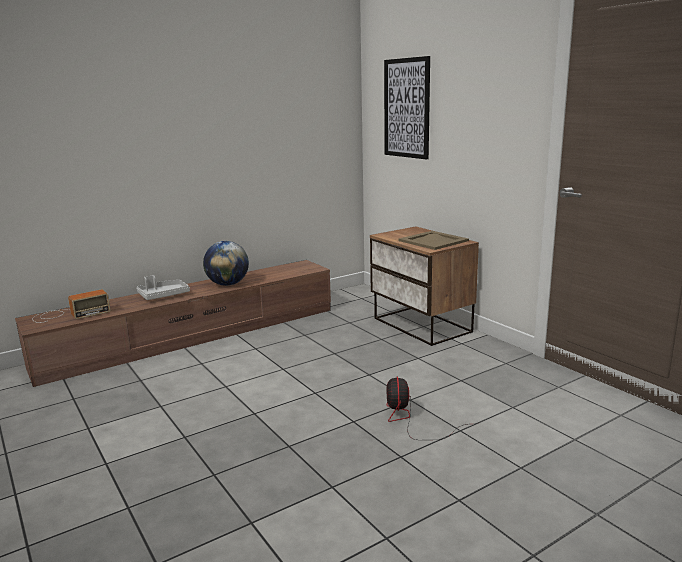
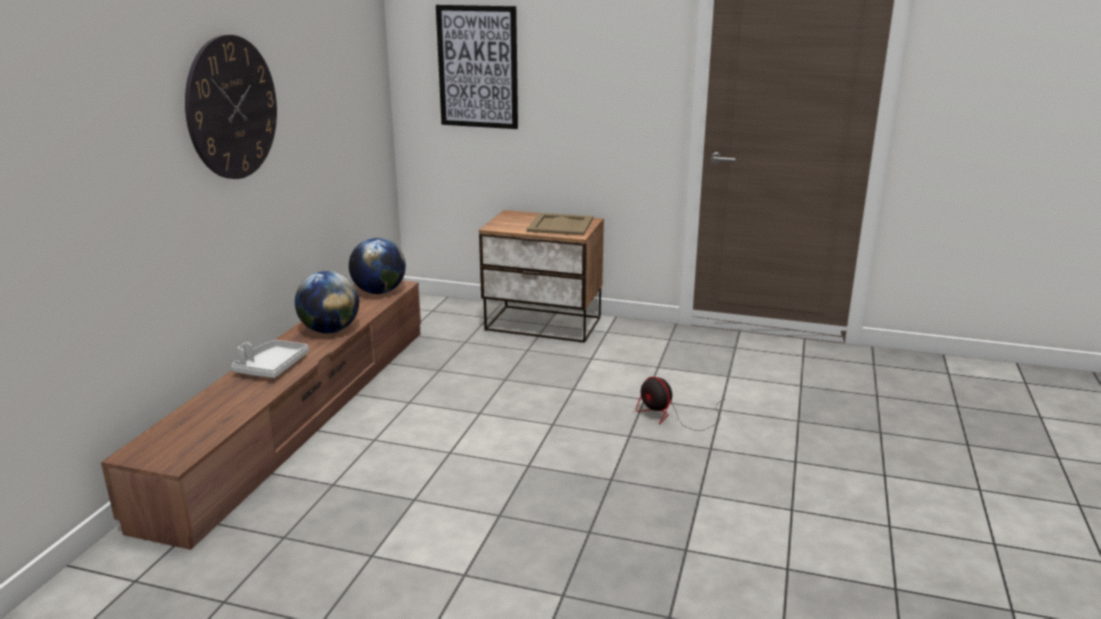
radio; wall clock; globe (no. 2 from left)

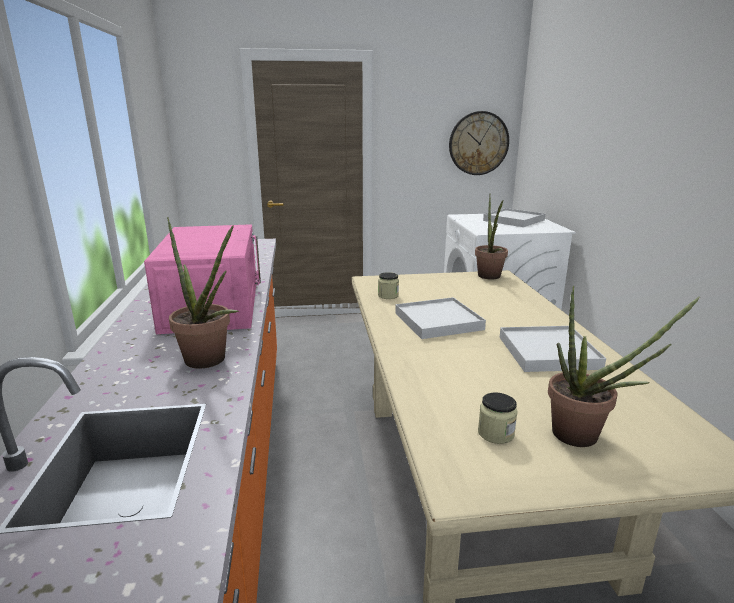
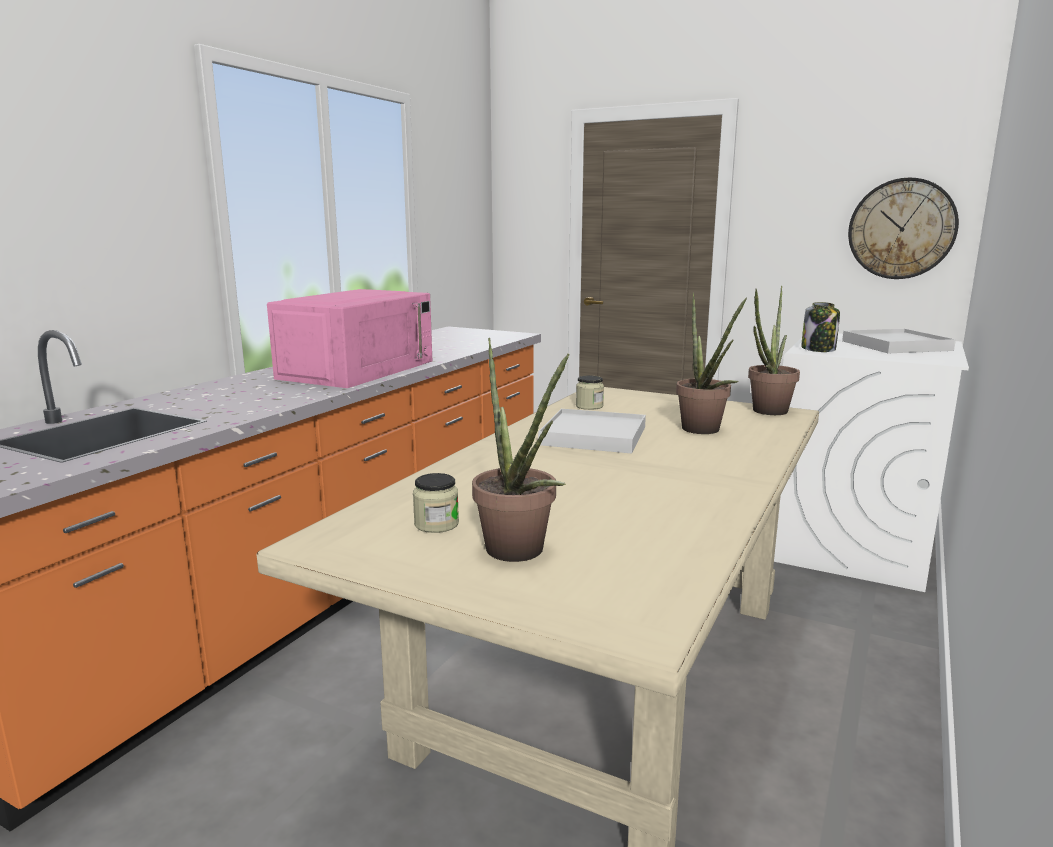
potted plant (no. 2 from left); white tray (no. 3 from left in the first image); jar (no. 3 from left)

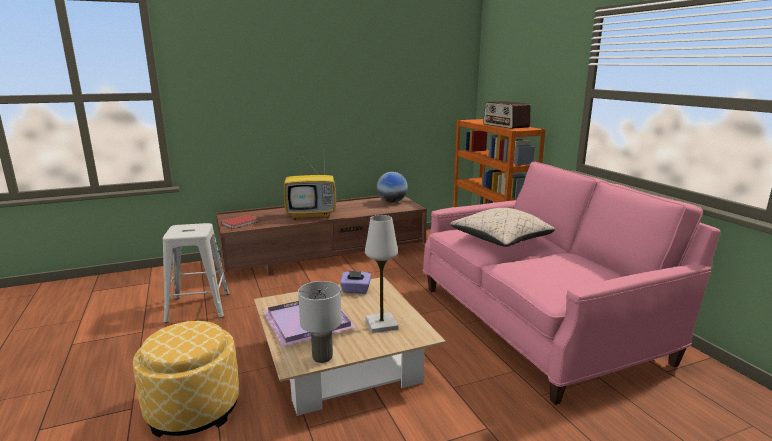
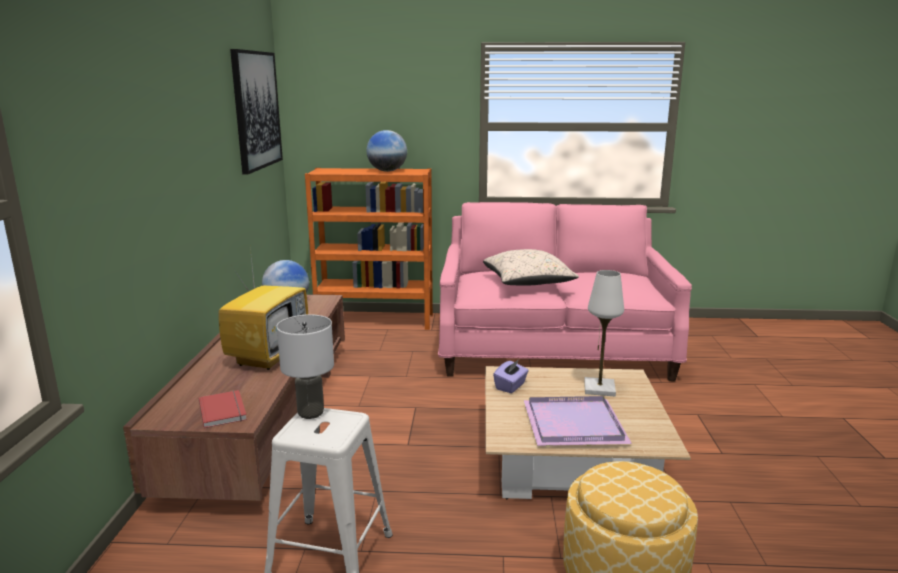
white table lamp (no. 1 from left); globe (no. 2 from left); picture

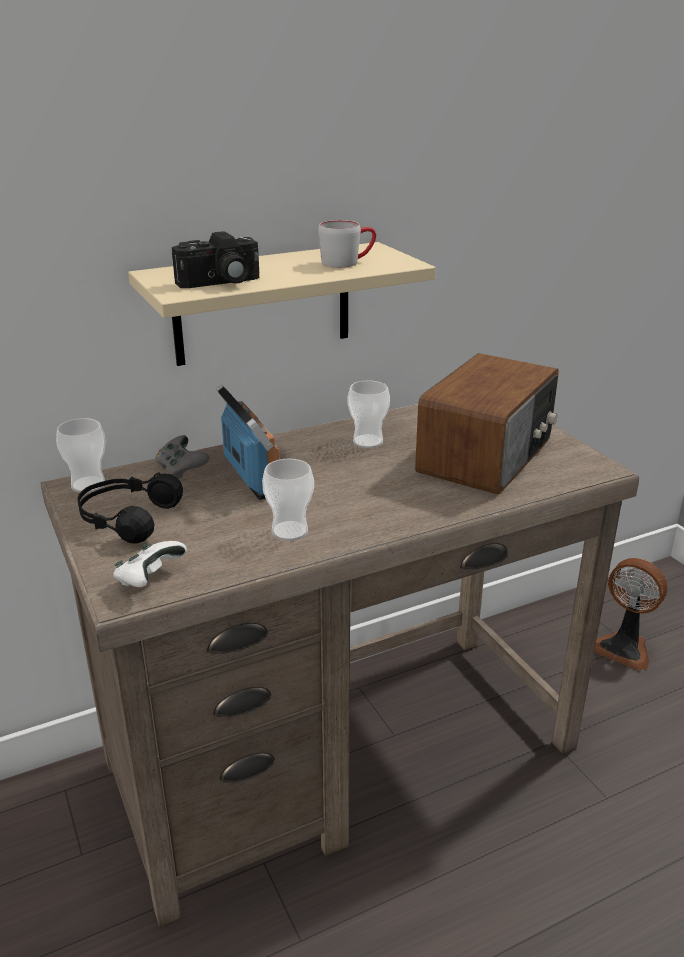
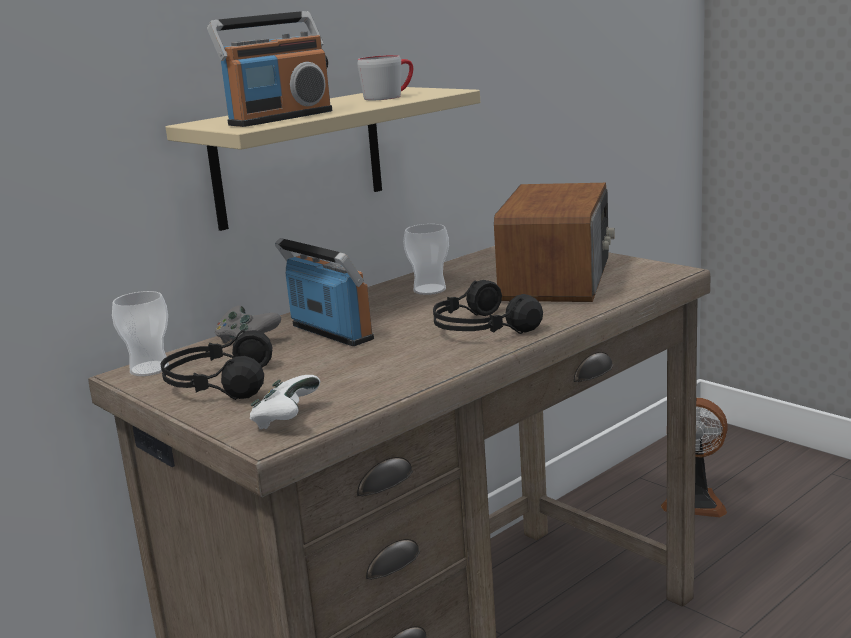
radio (no. 1 from left); cup (no. 2 from left in the first image); black headphones (no. 2 from left)

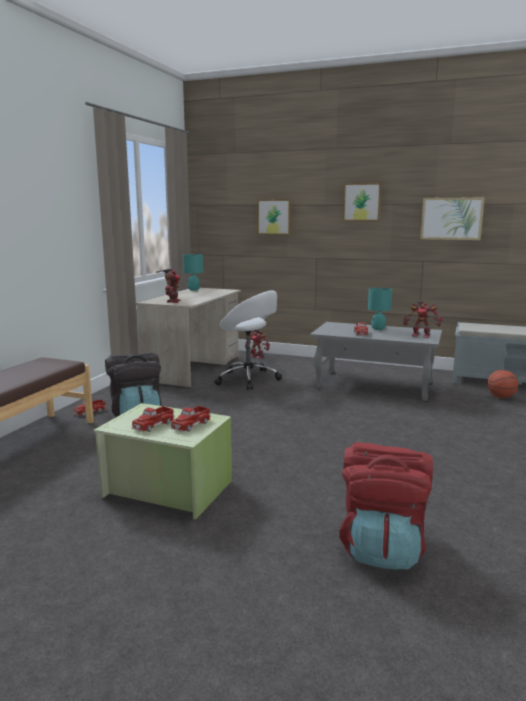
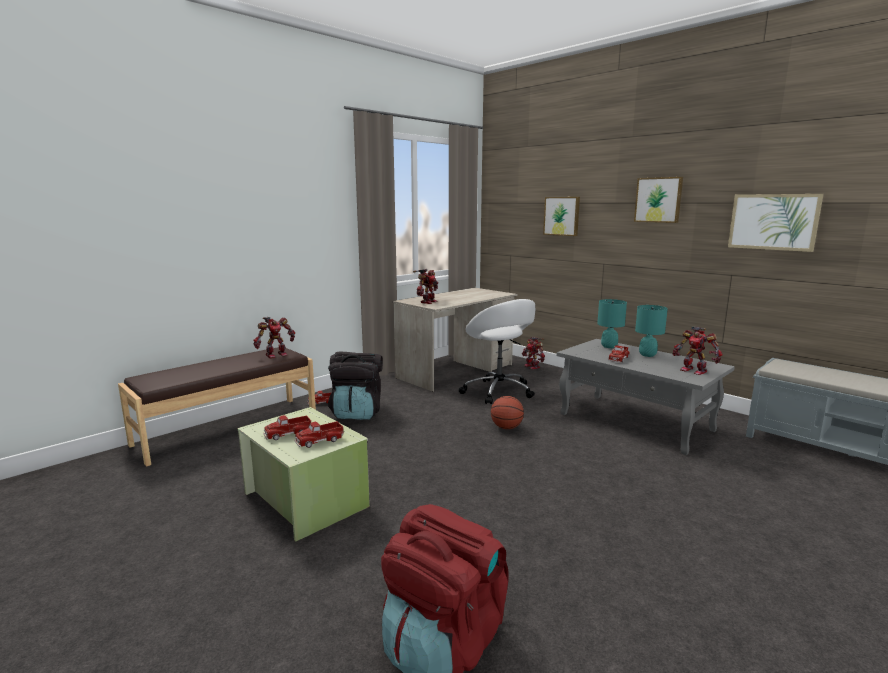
turquoise table lamp (no. 1 from left); basketball; toy robot (no. 1 from left)

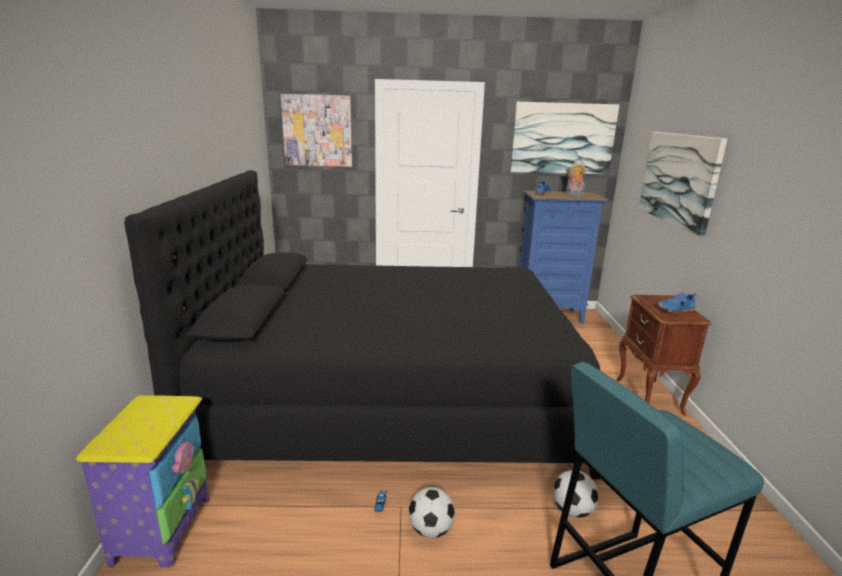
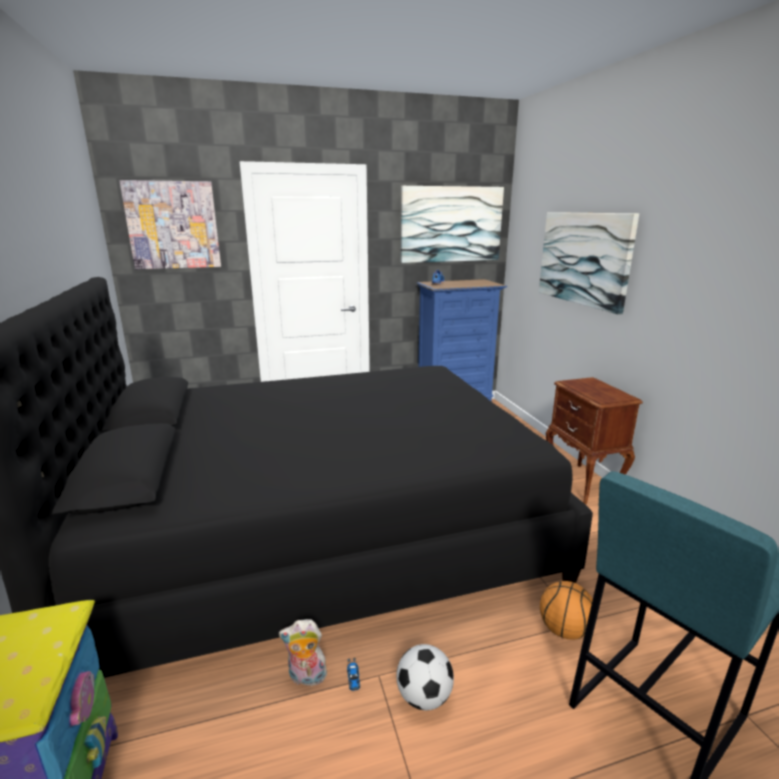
basketball; plush toy; blue shoe (no. 2 from left in the first image)

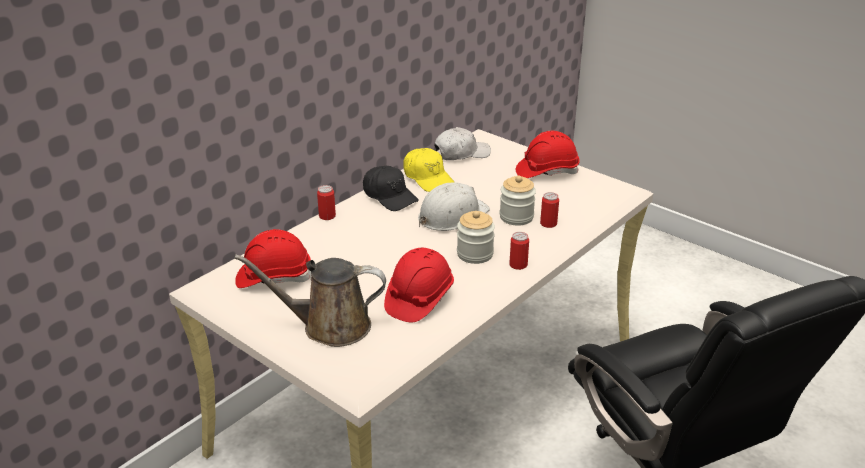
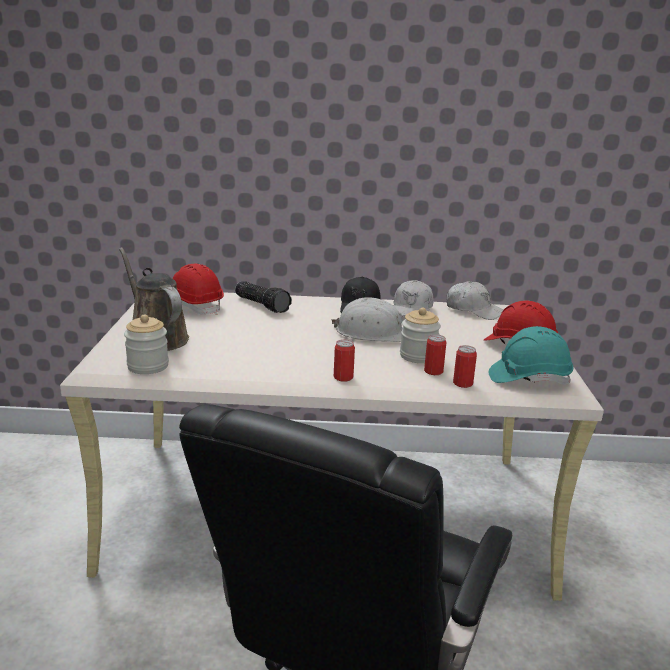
can (no. 3 from left); red hard hat (no. 2 from left in the first image); white cap (no. 1 from left); jar (no. 1 from left); flashlight; turquoise hard hat

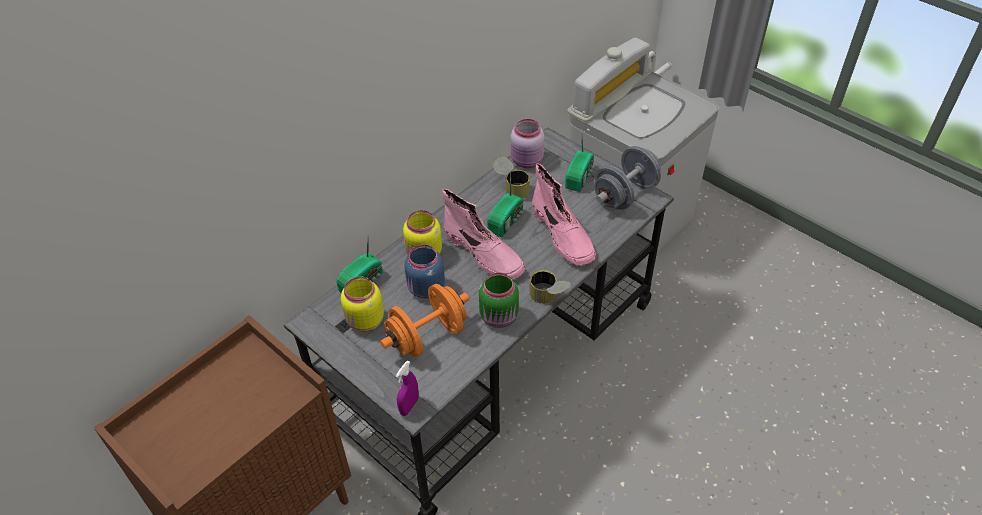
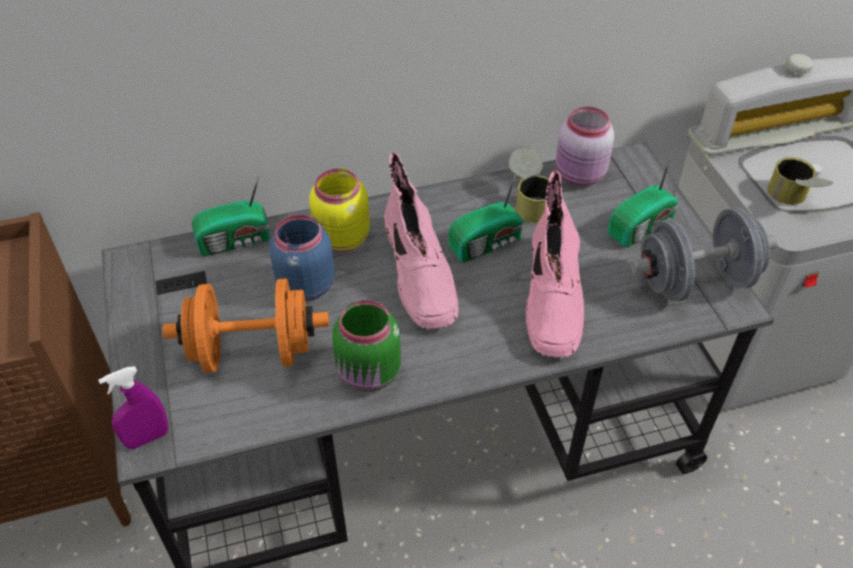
yellow jar (no. 1 from left in the first image); can (no. 2 from left)

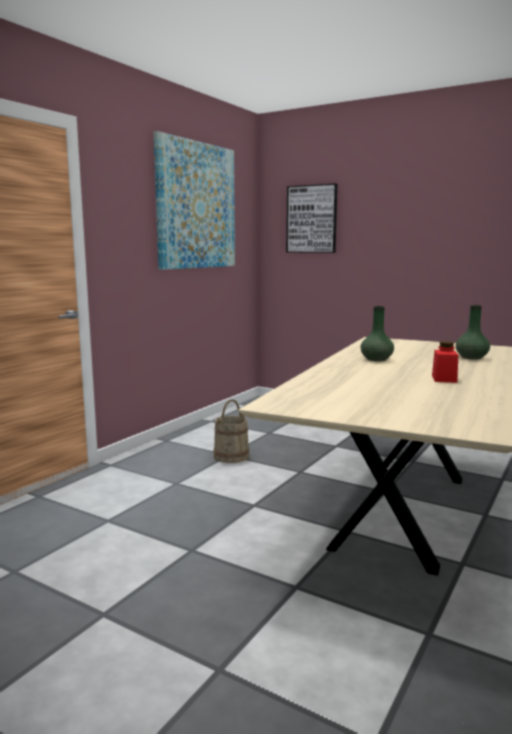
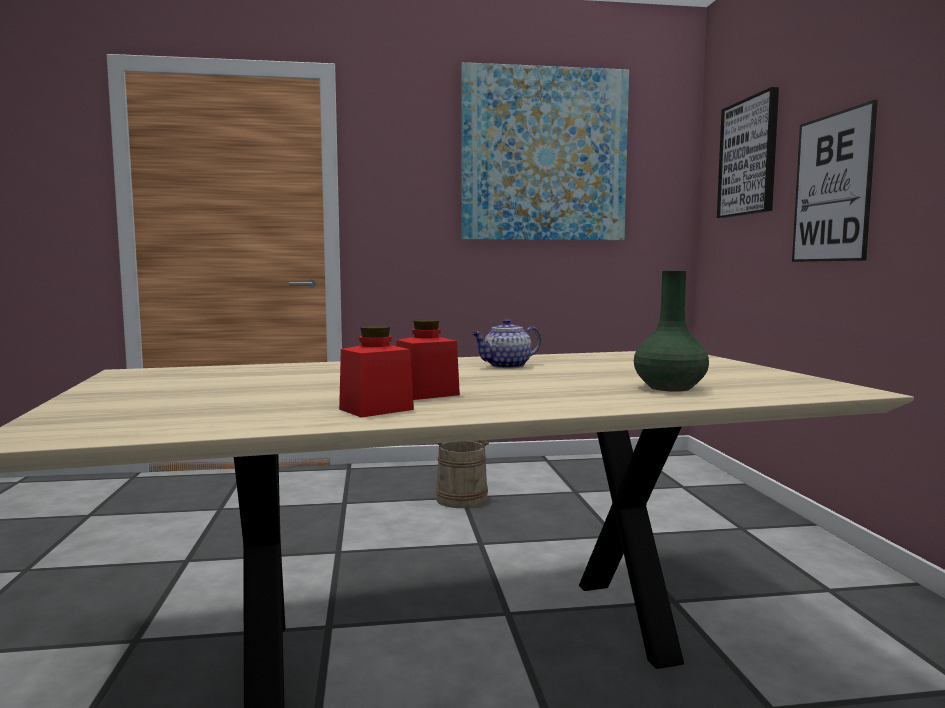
teapot; red jar (no. 1 from left); picture (no. 3 from left)

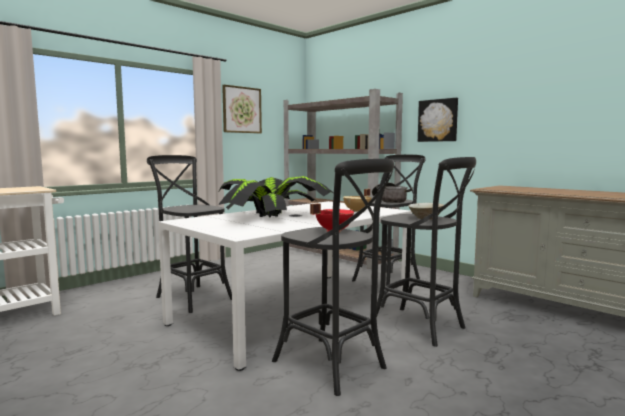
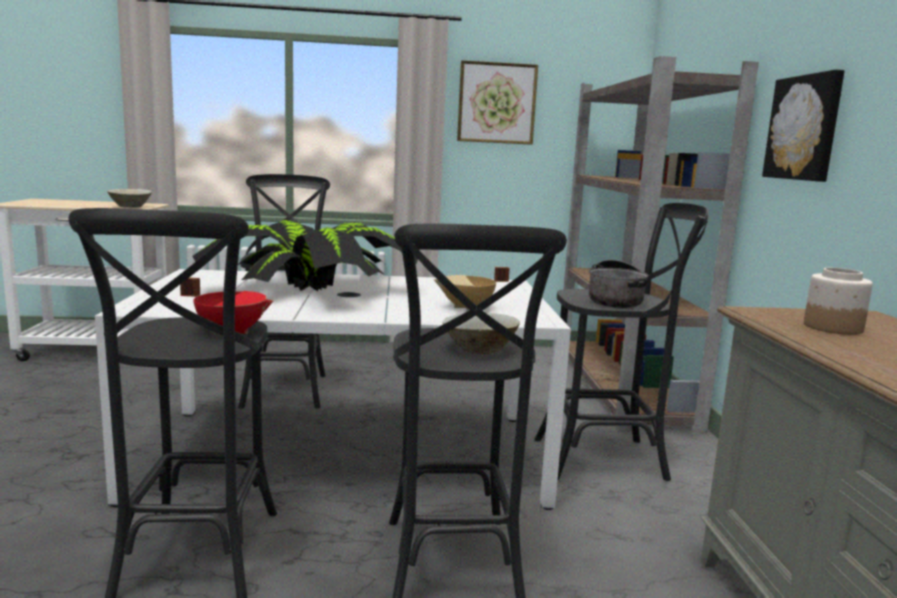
beige bowl (no. 1 from left); jar

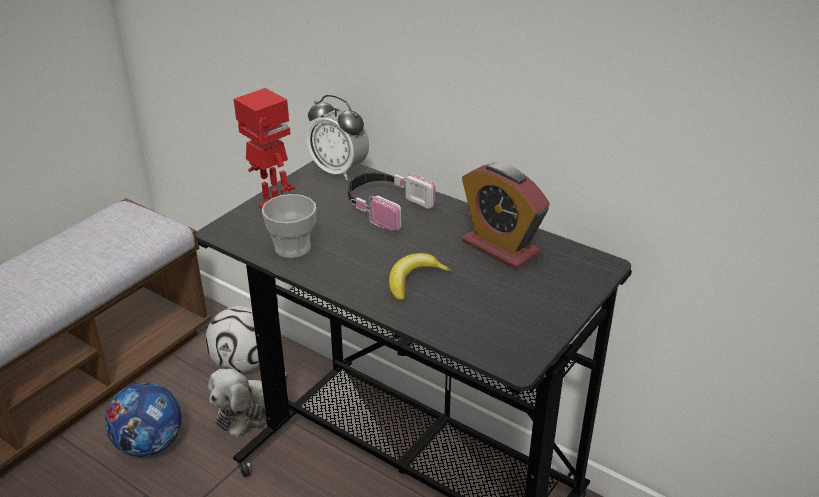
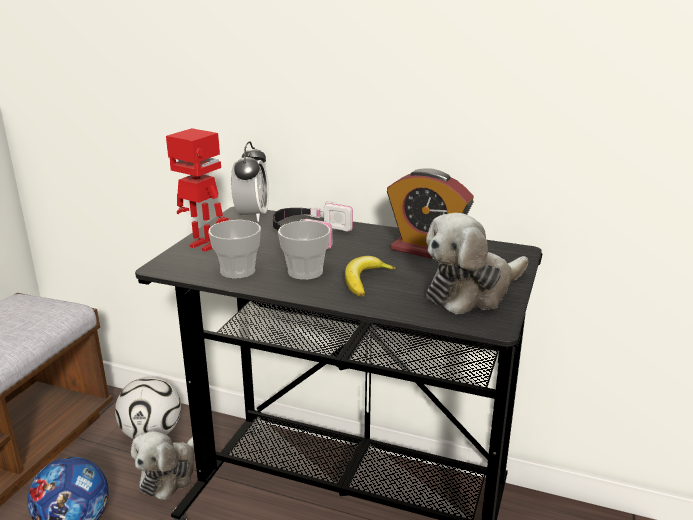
alarm clock (no. 1 from left); cup (no. 2 from left); plush toy (no. 2 from left)

